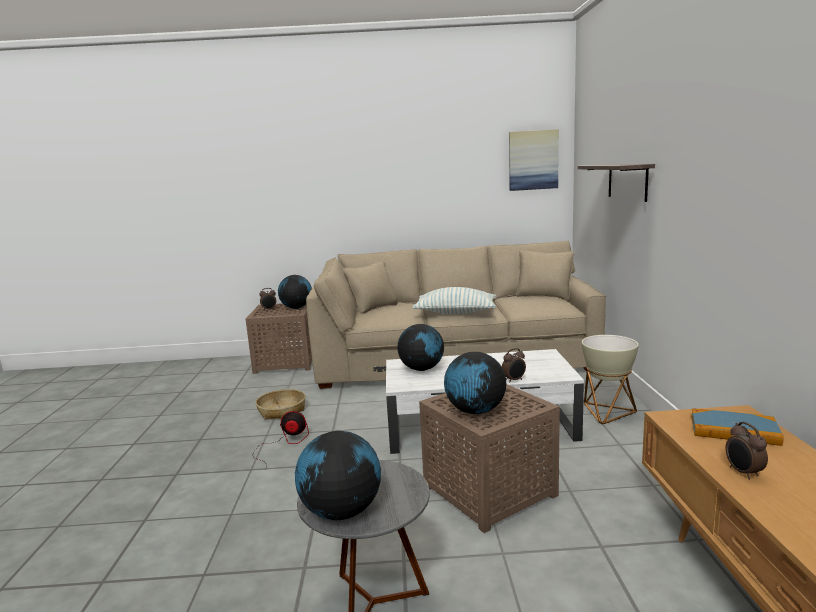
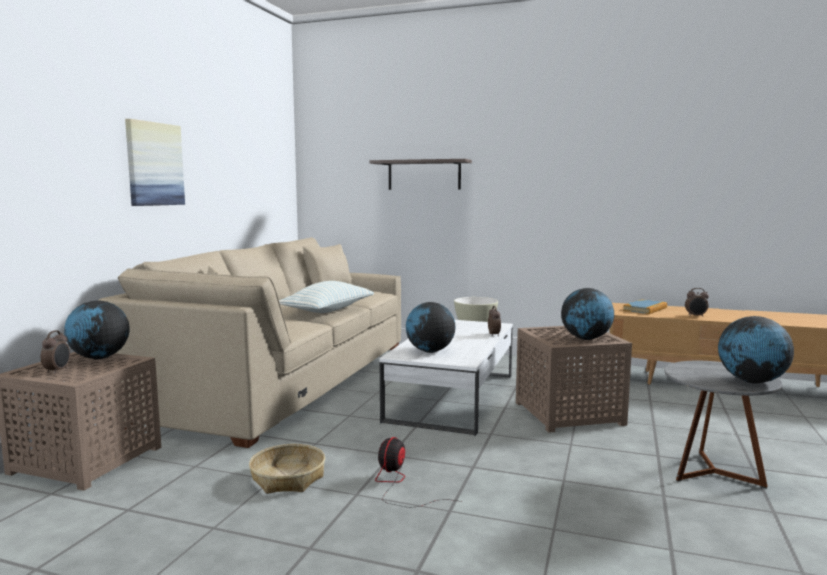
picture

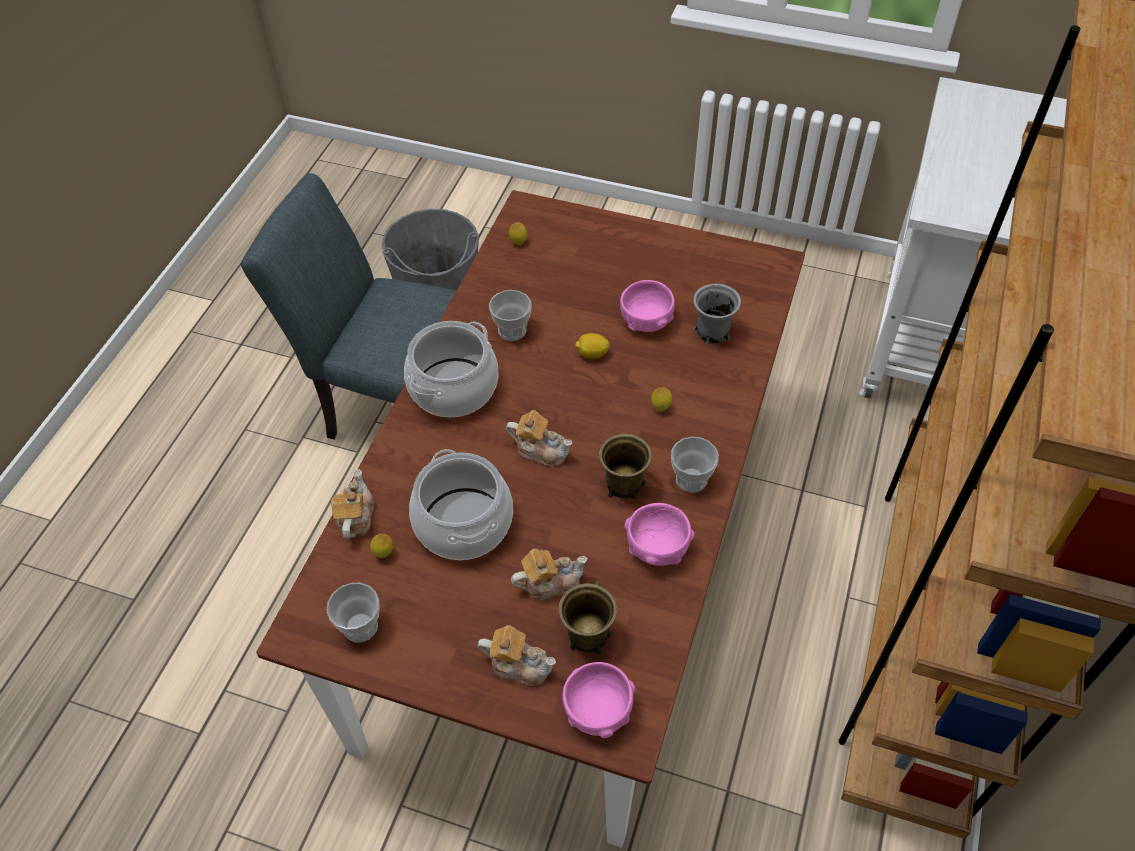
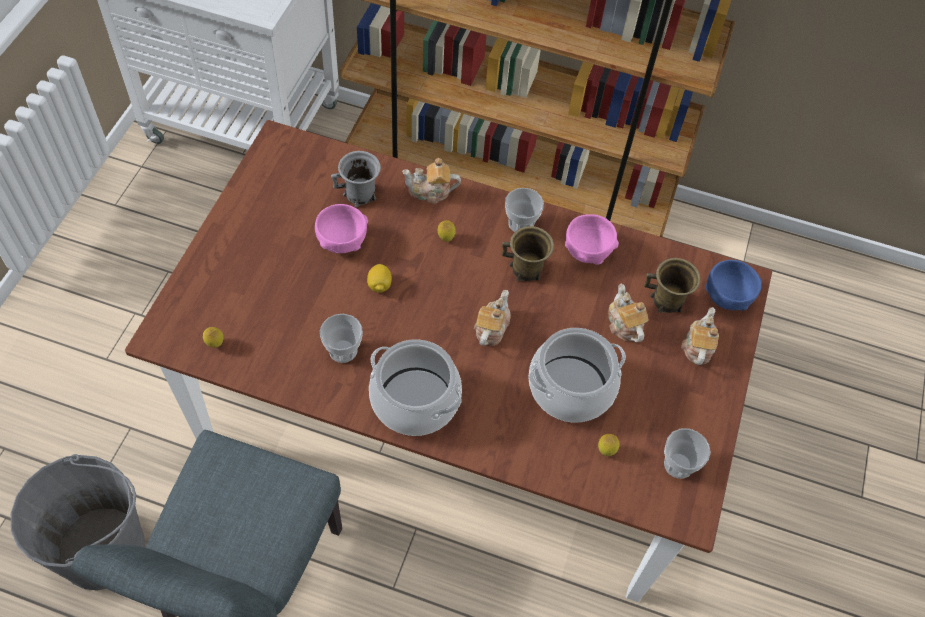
teapot (no. 1 from left); blue bowl

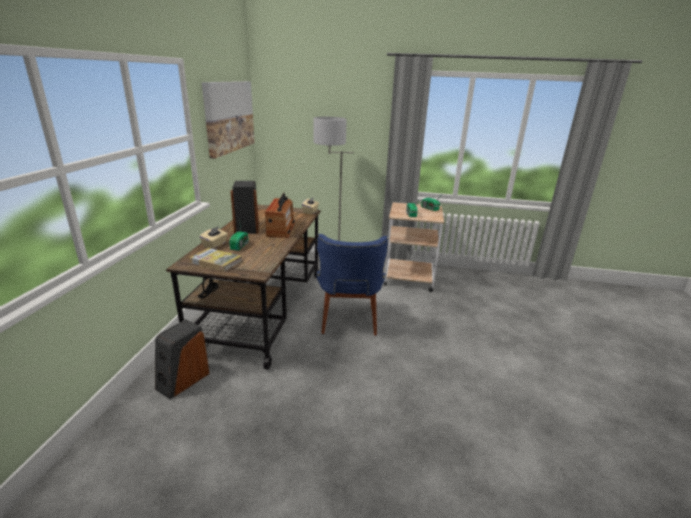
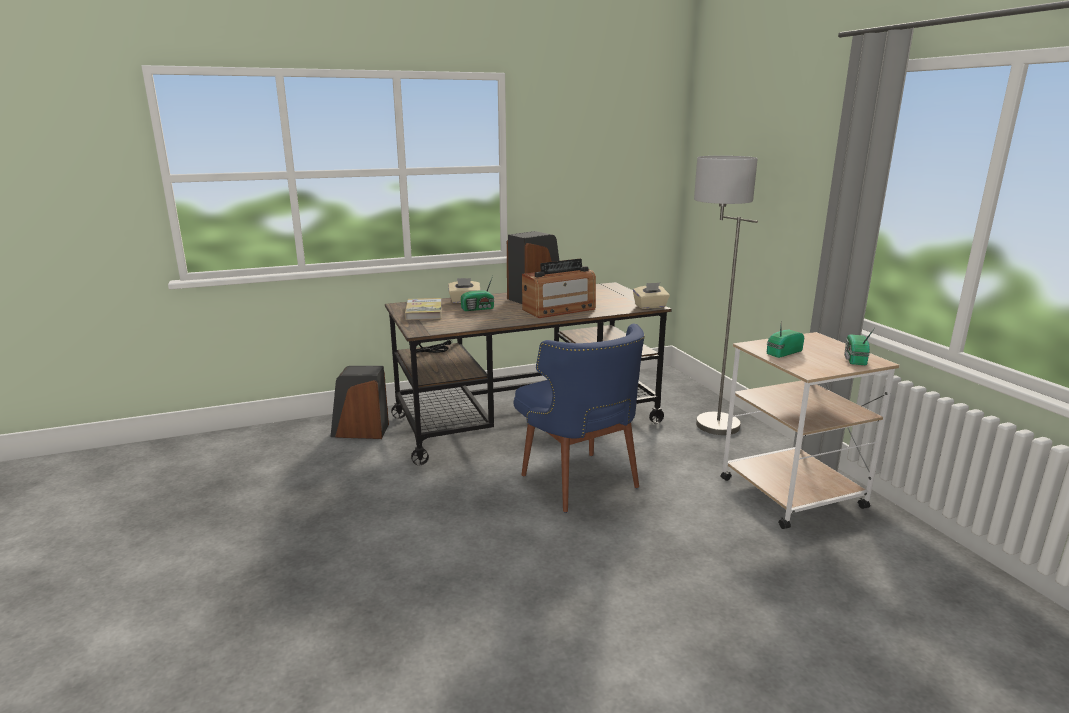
picture; blue chair

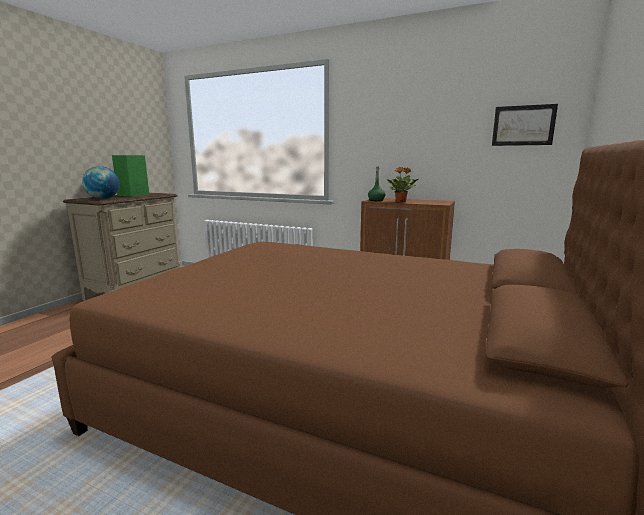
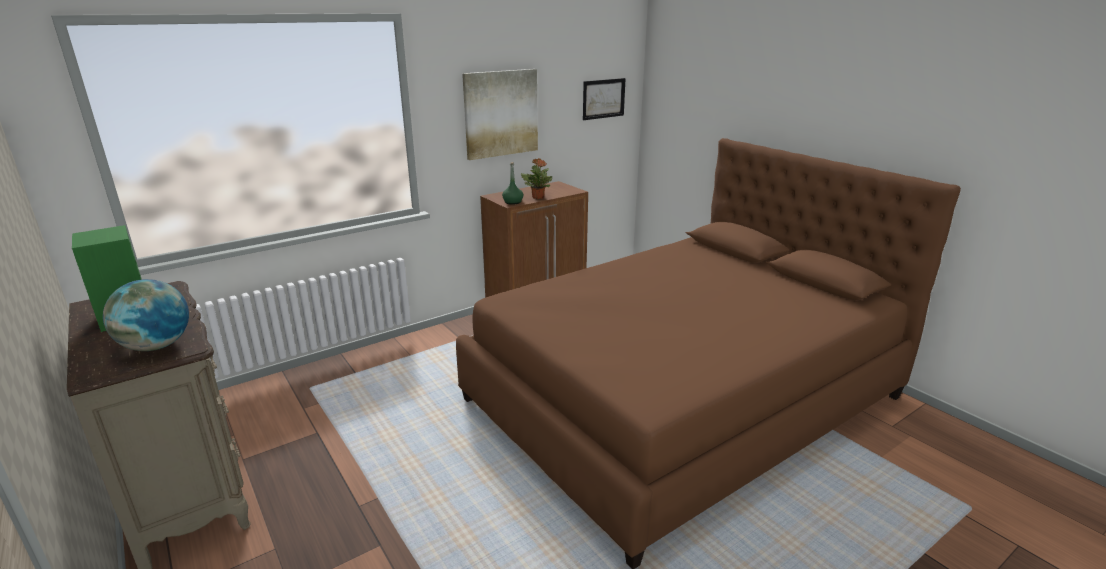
picture (no. 1 from left)

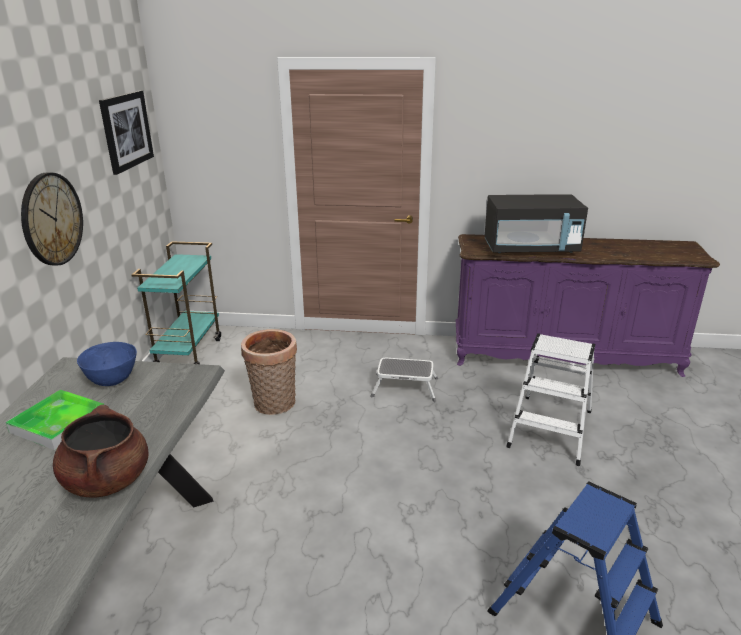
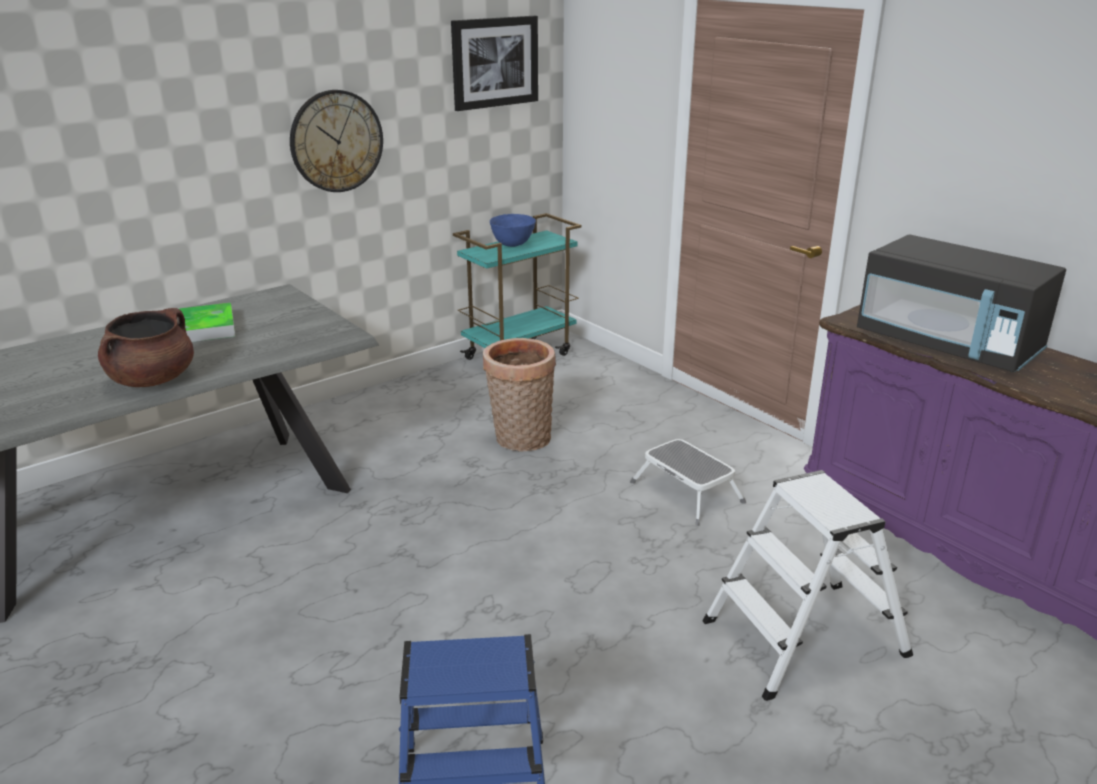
blue bowl

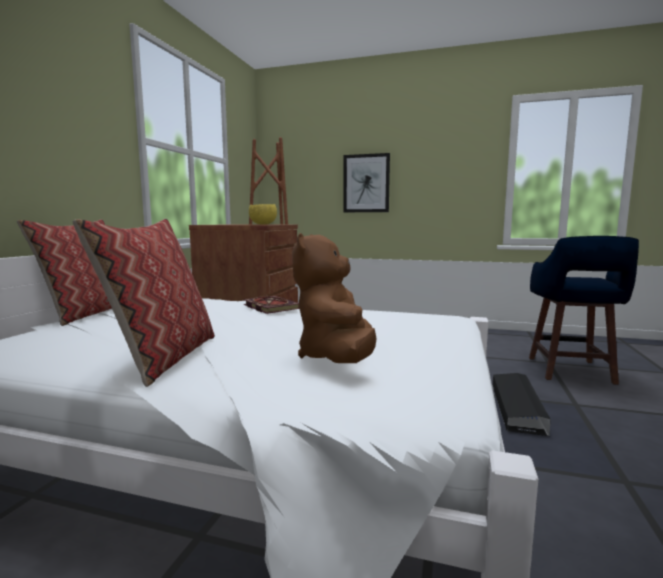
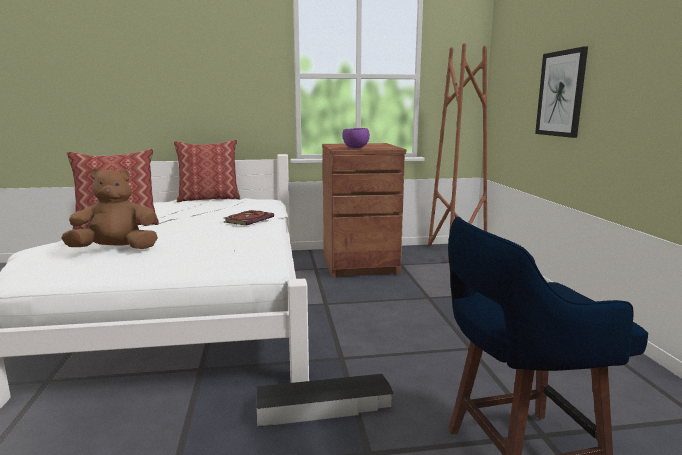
purple bowl

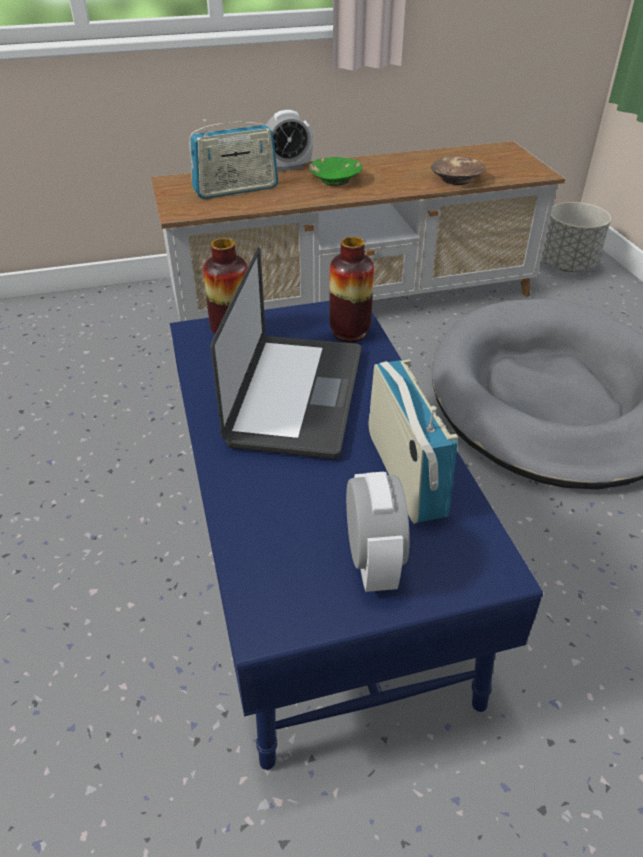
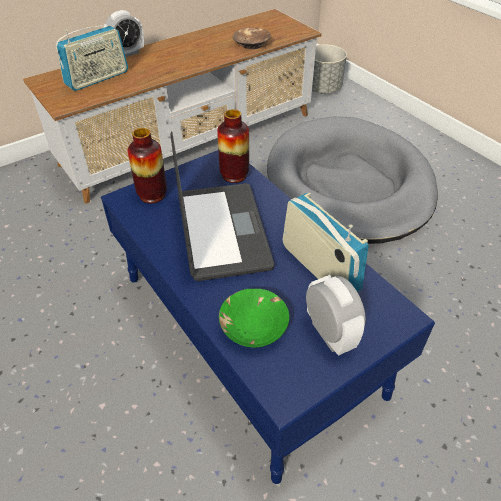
green bowl

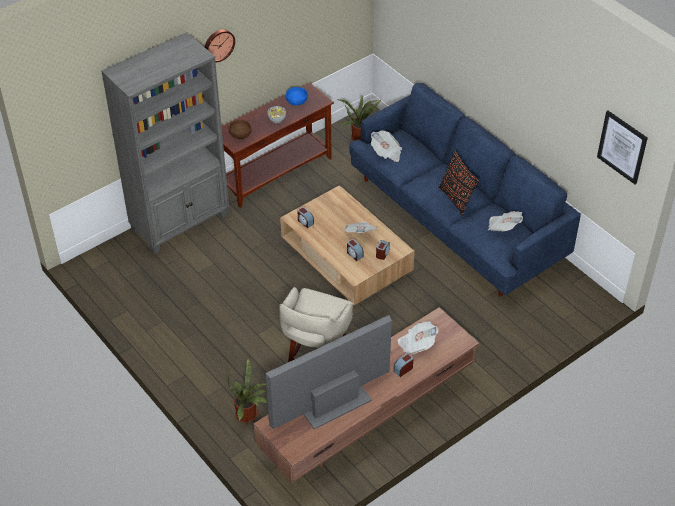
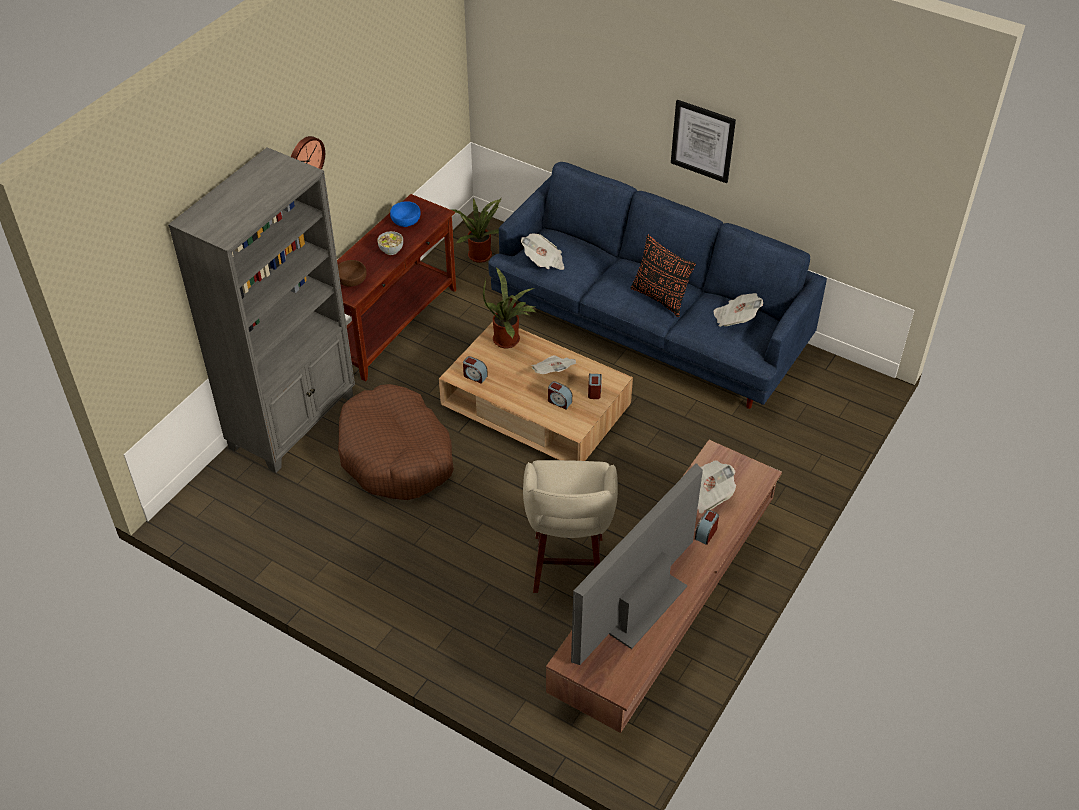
potted plant (no. 2 from left); picture; brown dog bed

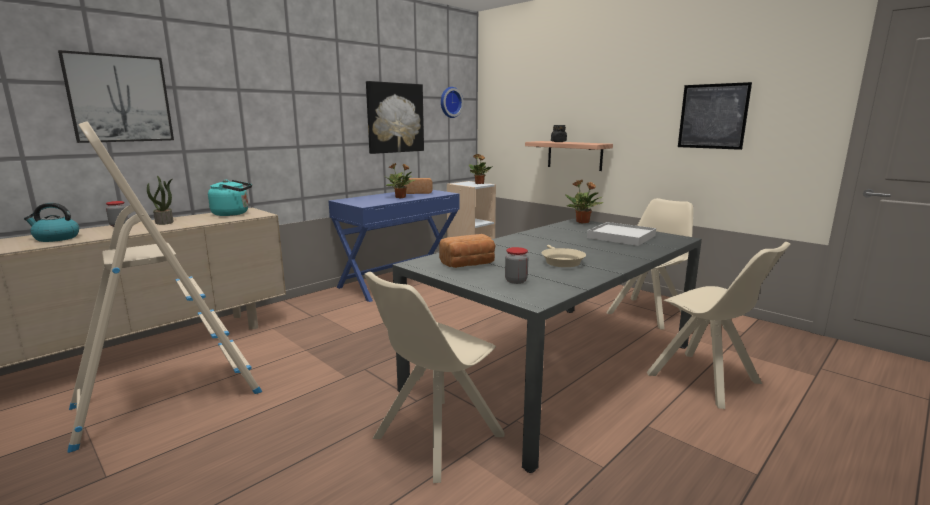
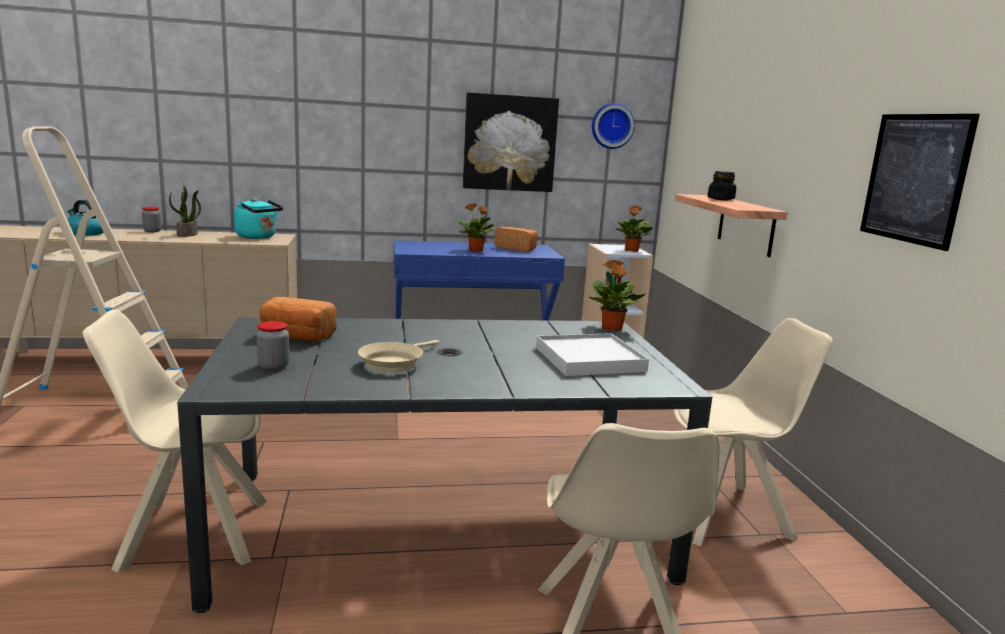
picture (no. 1 from left in the first image)

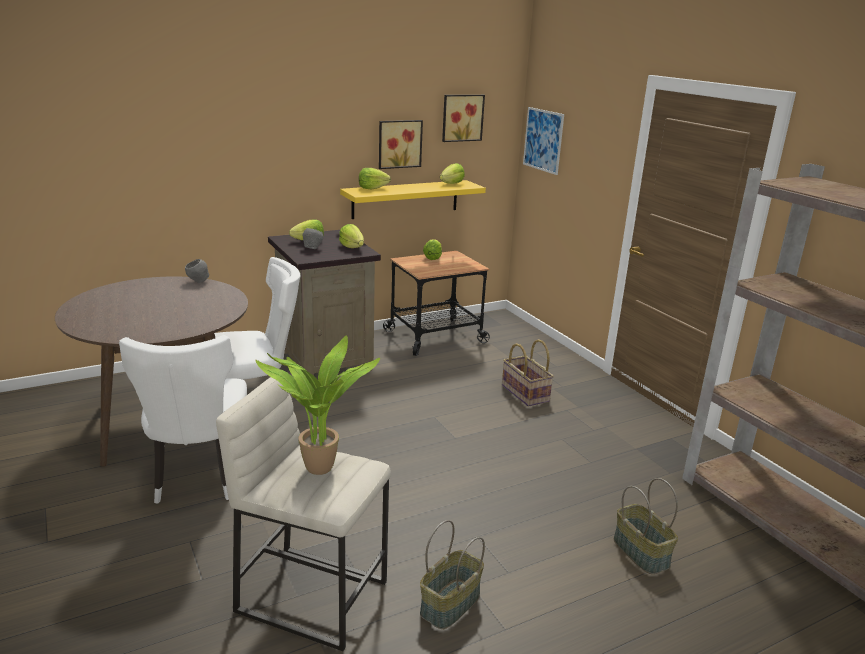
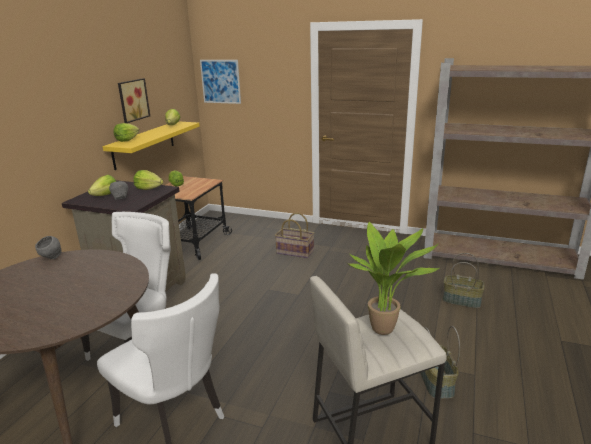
picture (no. 2 from left in the first image)

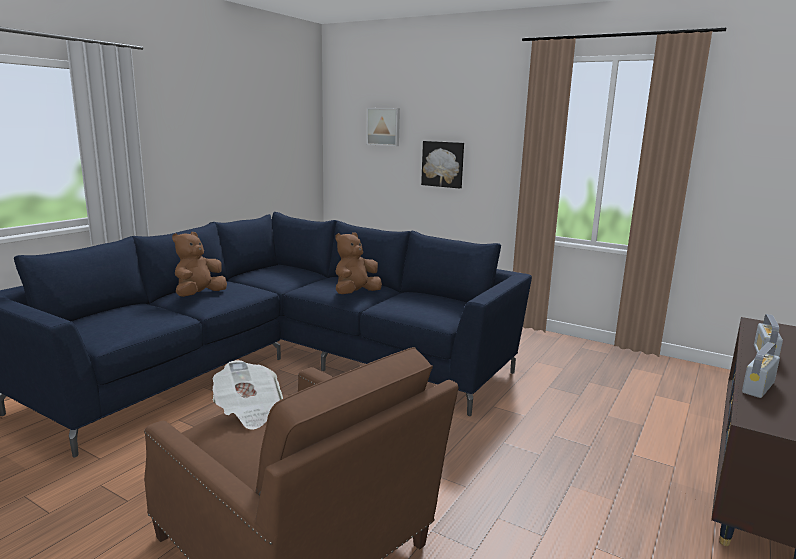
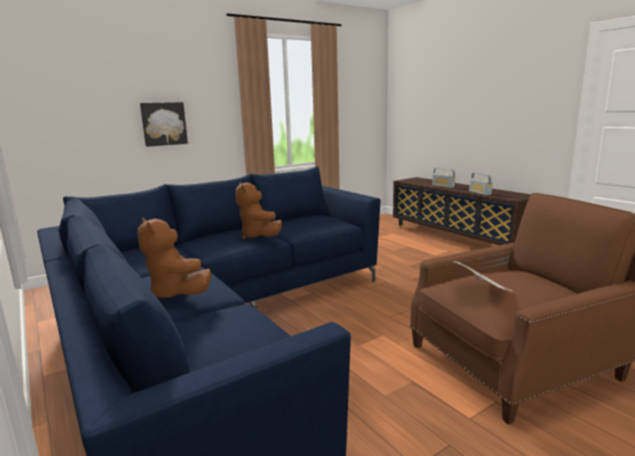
picture (no. 1 from left in the first image)

